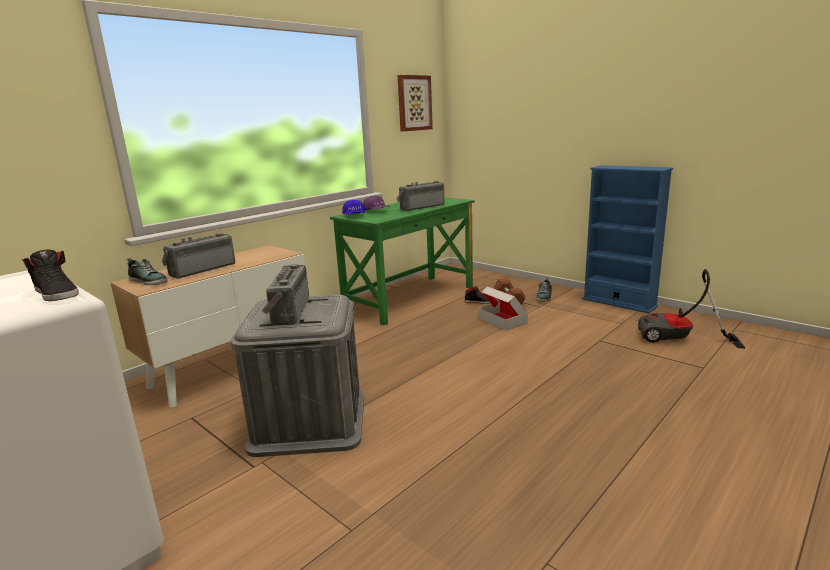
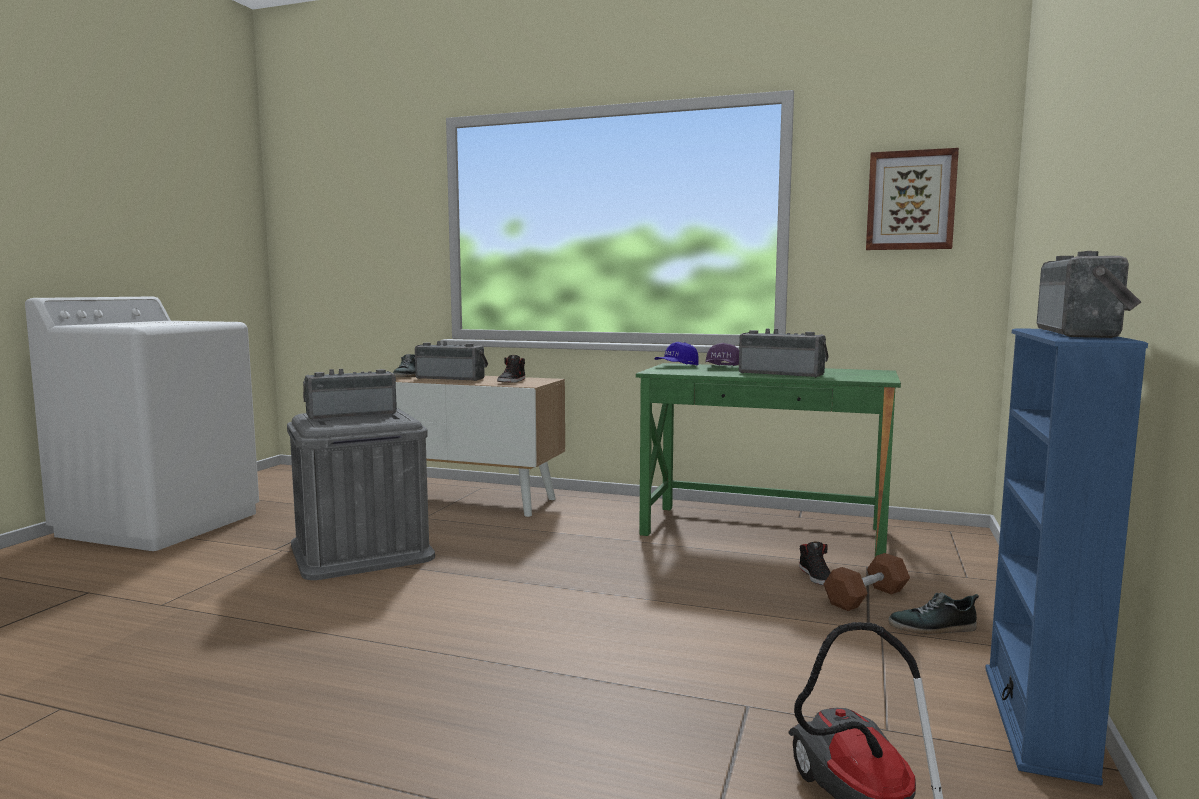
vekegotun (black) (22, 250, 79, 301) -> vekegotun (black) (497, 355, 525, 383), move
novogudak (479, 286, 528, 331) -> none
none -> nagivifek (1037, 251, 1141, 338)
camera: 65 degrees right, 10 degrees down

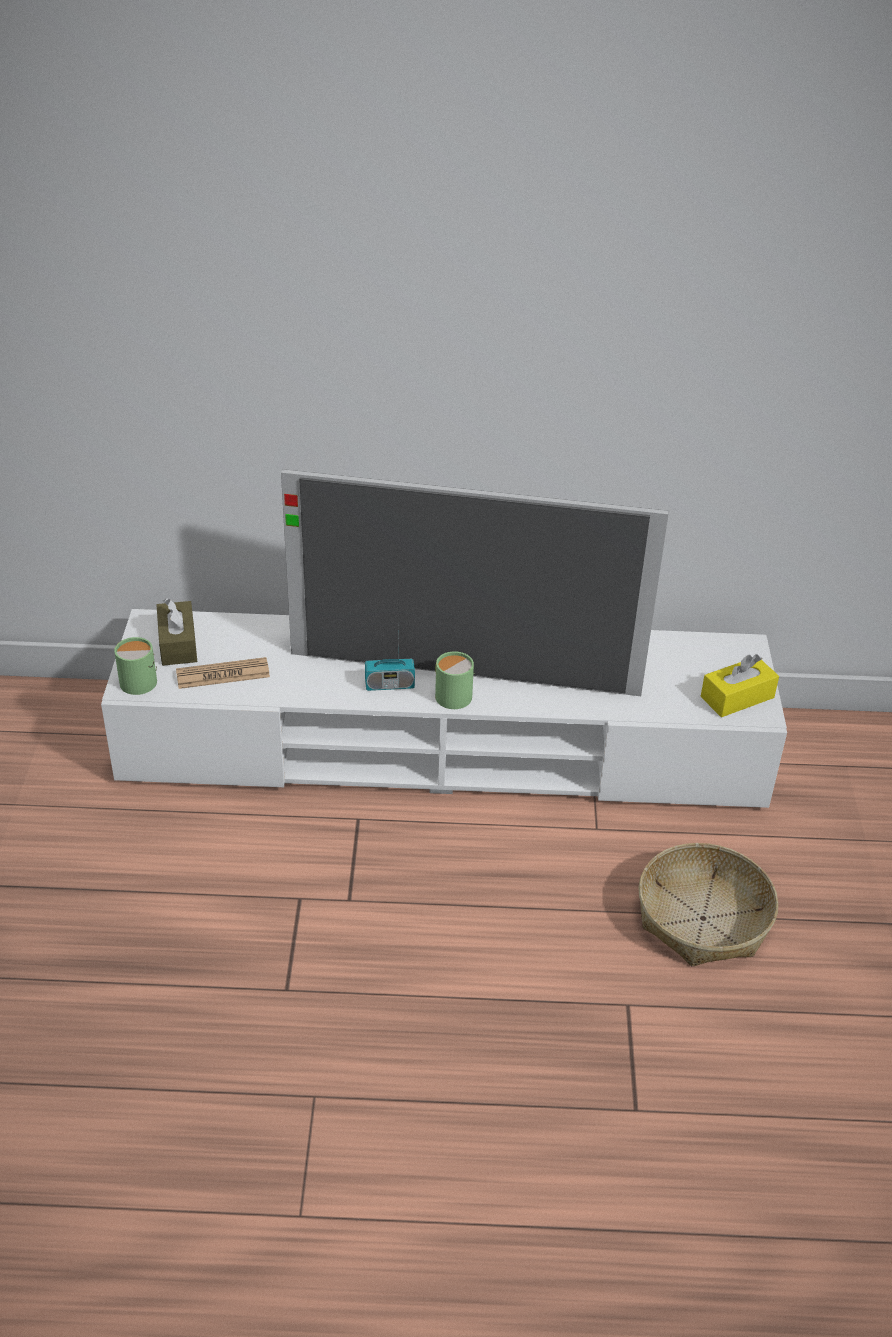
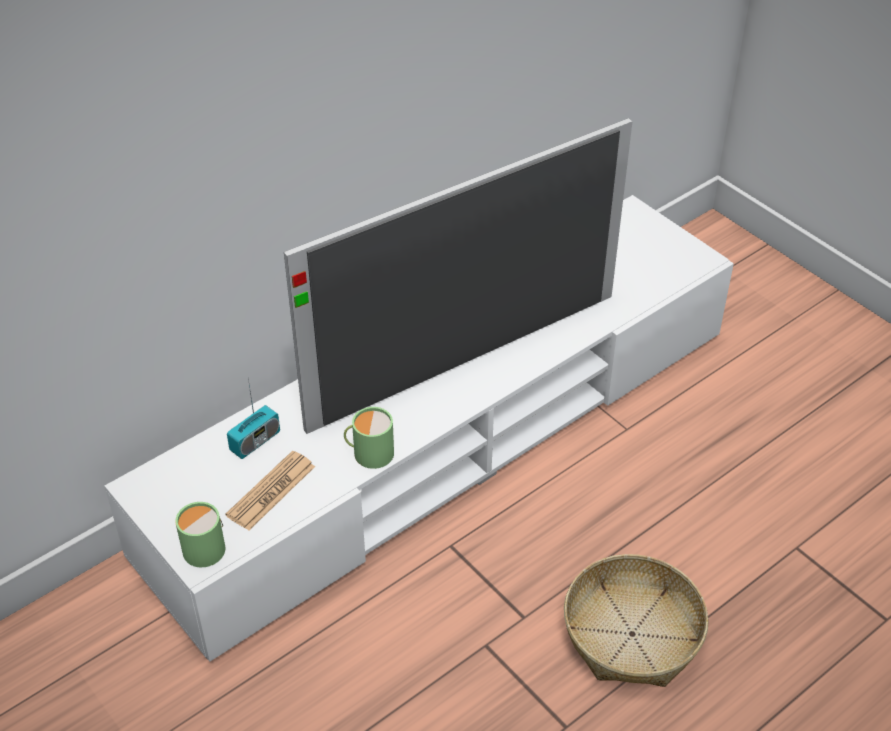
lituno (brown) (157, 598, 197, 666) -> none
nagivifek (365, 639, 415, 691) -> nagivifek (227, 379, 280, 459), move
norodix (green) (435, 651, 475, 709) -> norodix (green) (344, 407, 394, 469), move
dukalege (638, 843, 778, 966) -> dukalege (564, 554, 709, 687), move
lituno (yellow) (700, 654, 779, 717) -> none
camera: 40 degrees left, 5 degrees up

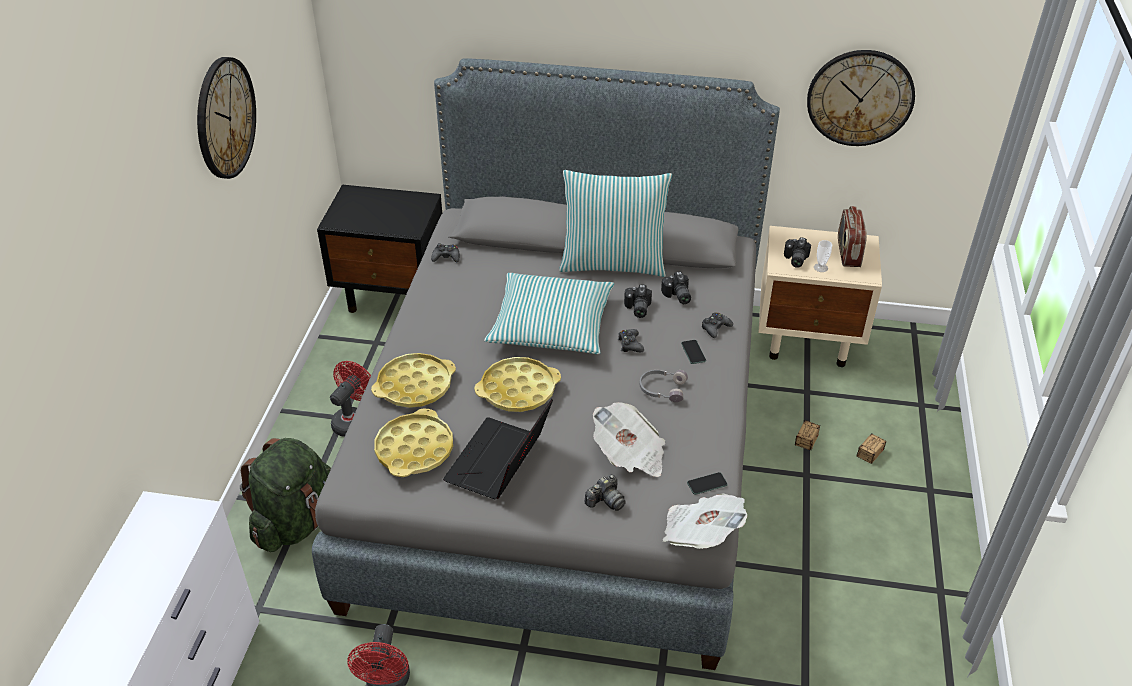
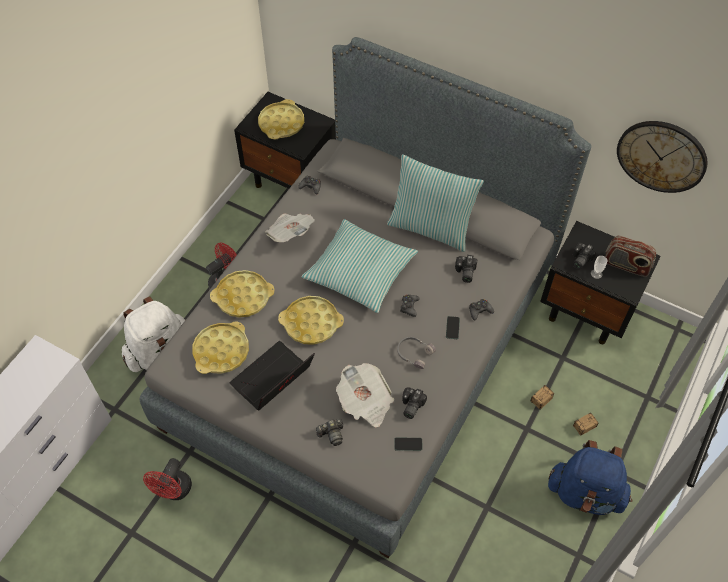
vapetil (197, 57, 256, 179) -> none
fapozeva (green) (240, 438, 331, 552) -> fapozeva (white) (122, 296, 185, 372)
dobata (624, 284, 652, 318) -> dobata (402, 387, 427, 419), move
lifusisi (663, 493, 747, 549) -> lifusisi (265, 213, 315, 242), move
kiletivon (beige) (758, 226, 882, 367) -> kiletivon (black) (540, 221, 661, 344)
nagivifek (838, 206, 867, 267) -> nagivifek (605, 236, 656, 277), 90 degrees counterclockwise
none -> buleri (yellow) (258, 99, 304, 140)
none -> fapozeva (blue) (548, 440, 633, 515)
camera: 20 degrees right, 15 degrees up

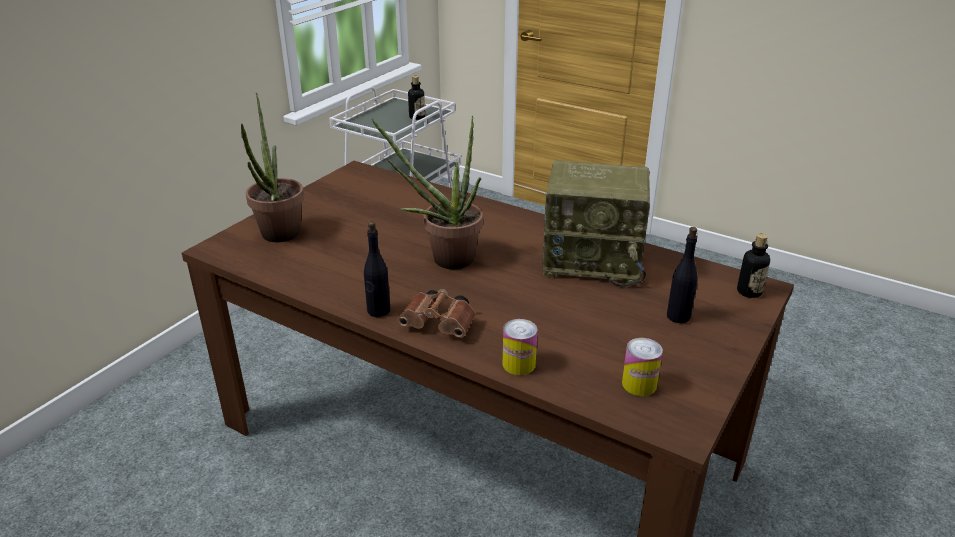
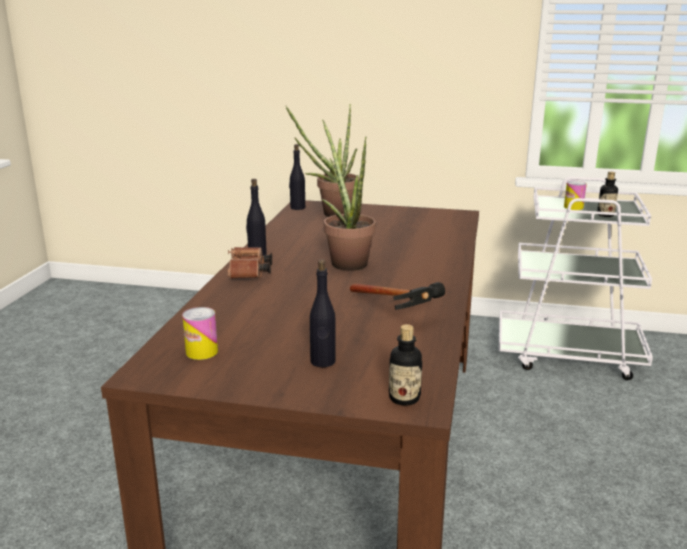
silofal (503, 319, 537, 375) -> silofal (564, 180, 587, 210), move
nagivifek (542, 160, 650, 286) -> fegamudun (350, 282, 445, 310)
none -> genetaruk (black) (289, 144, 305, 210)
camera: 70 degrees right, 10 degrees down

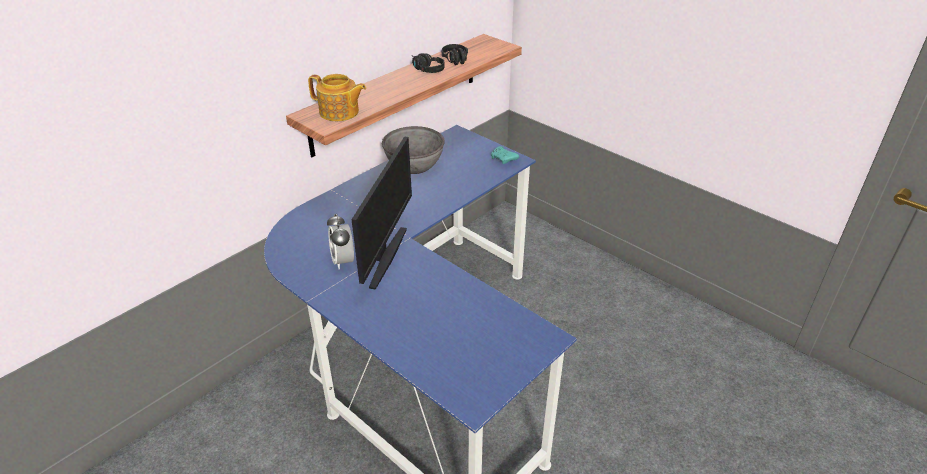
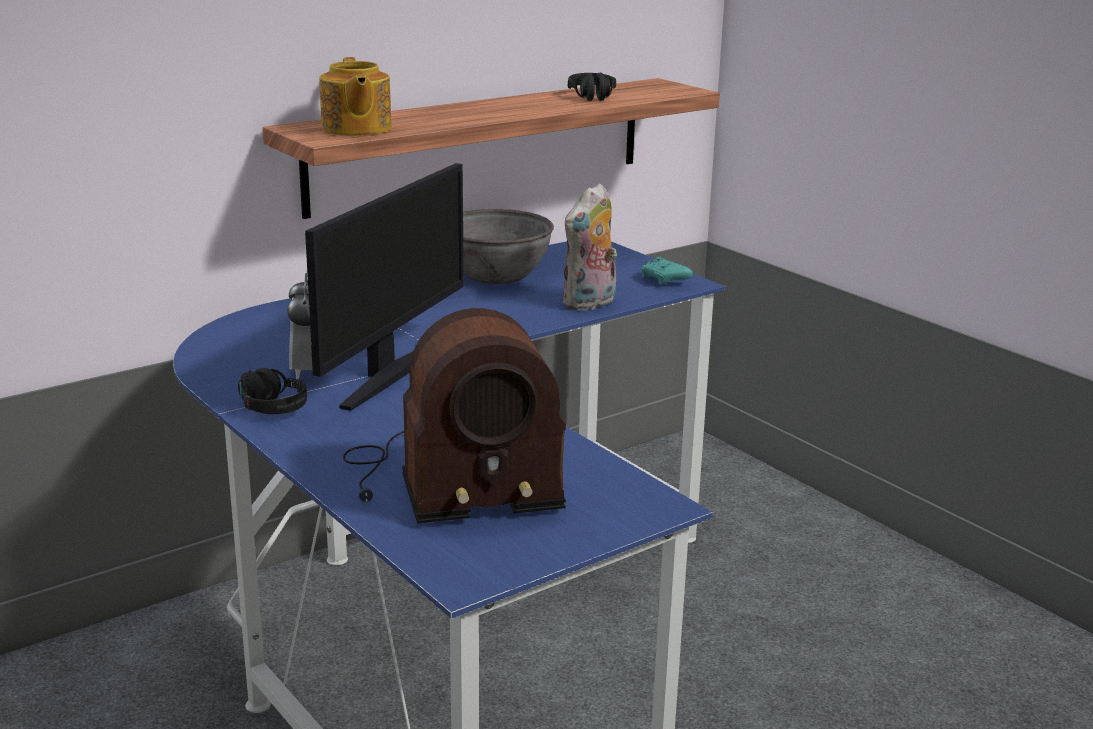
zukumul (308, 74, 366, 121) -> zukumul (319, 57, 392, 136), 45 degrees clockwise
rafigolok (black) (412, 53, 445, 73) -> rafigolok (black) (238, 368, 307, 414), move
none -> nagivifek (343, 308, 566, 523)
none -> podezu (562, 183, 617, 311)
camera: 10 degrees right, 15 degrees down

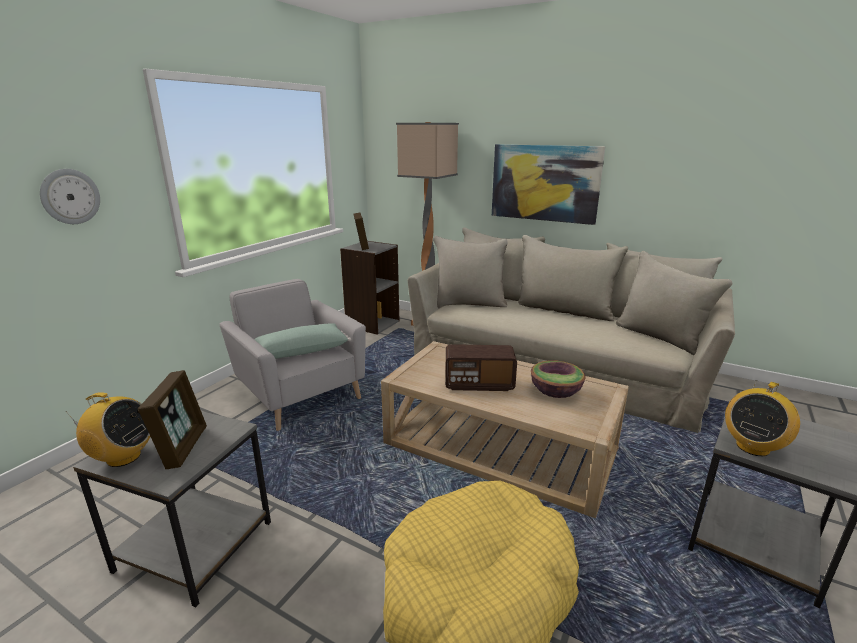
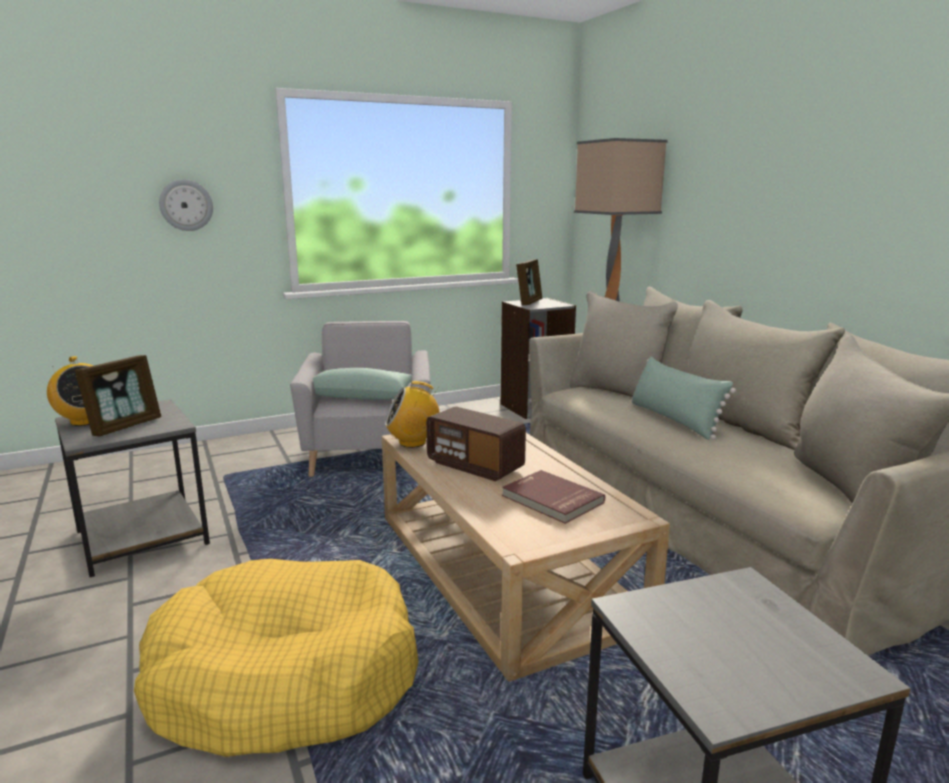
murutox (492, 144, 605, 225) -> none
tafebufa (531, 360, 586, 398) -> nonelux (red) (502, 470, 605, 524)
nagivifek (725, 380, 800, 456) -> nagivifek (385, 381, 440, 448), move
none -> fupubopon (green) (631, 356, 736, 440)
camera: 35 degrees right, 5 degrees down

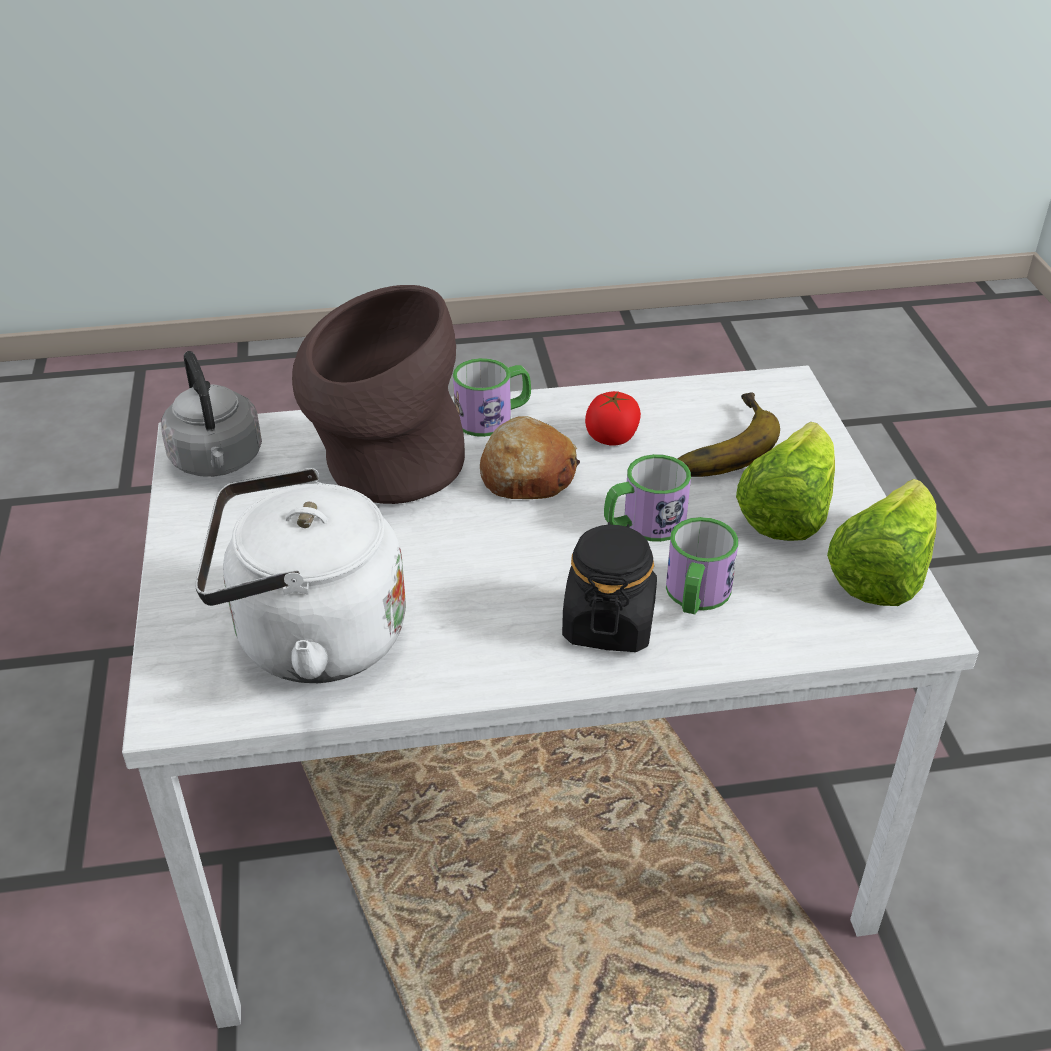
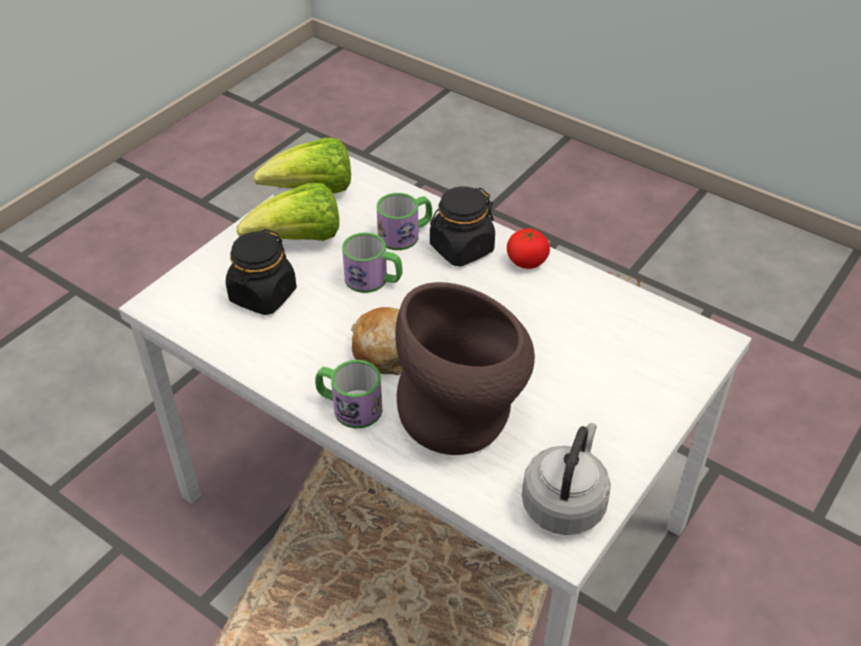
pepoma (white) (195, 468, 406, 683) -> none
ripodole (585, 391, 641, 446) -> ripodole (507, 228, 550, 269), move
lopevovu (678, 392, 780, 477) -> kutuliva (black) (226, 229, 297, 315)
camera: 135 degrees left, 5 degrees up

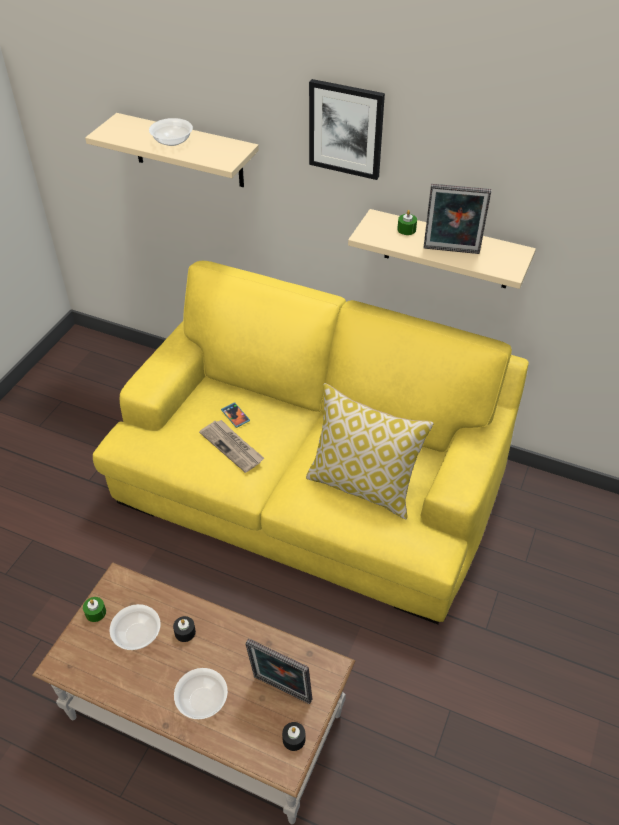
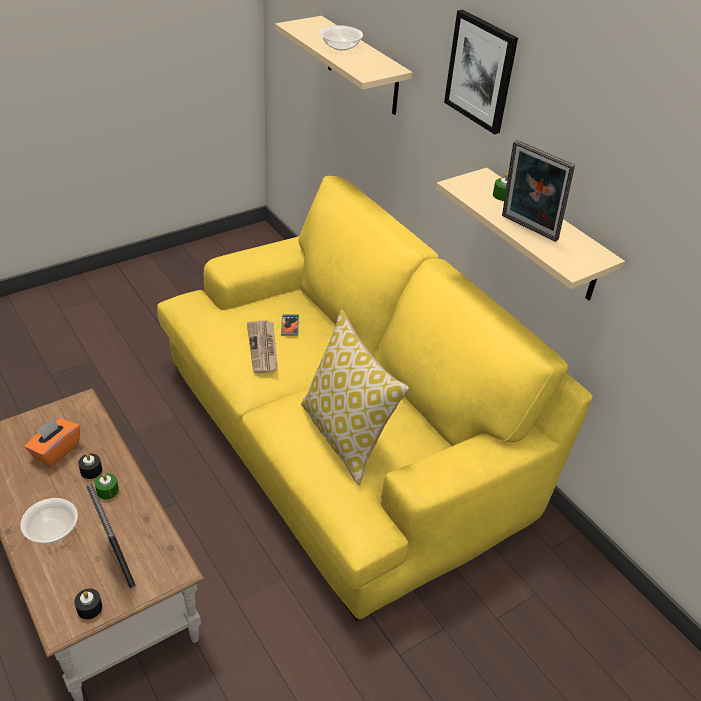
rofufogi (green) (83, 597, 106, 622) -> rofufogi (green) (95, 473, 119, 499), move
tafebufa (110, 604, 161, 650) -> lituno (orange) (25, 418, 80, 467)
camera: 30 degrees right, 5 degrees down

